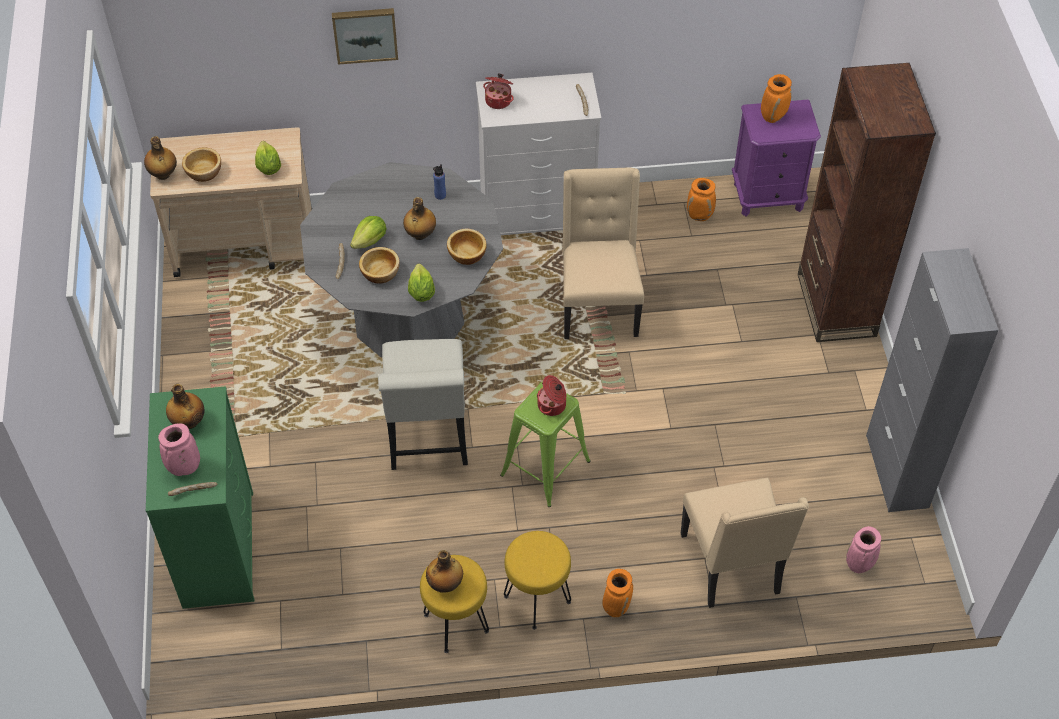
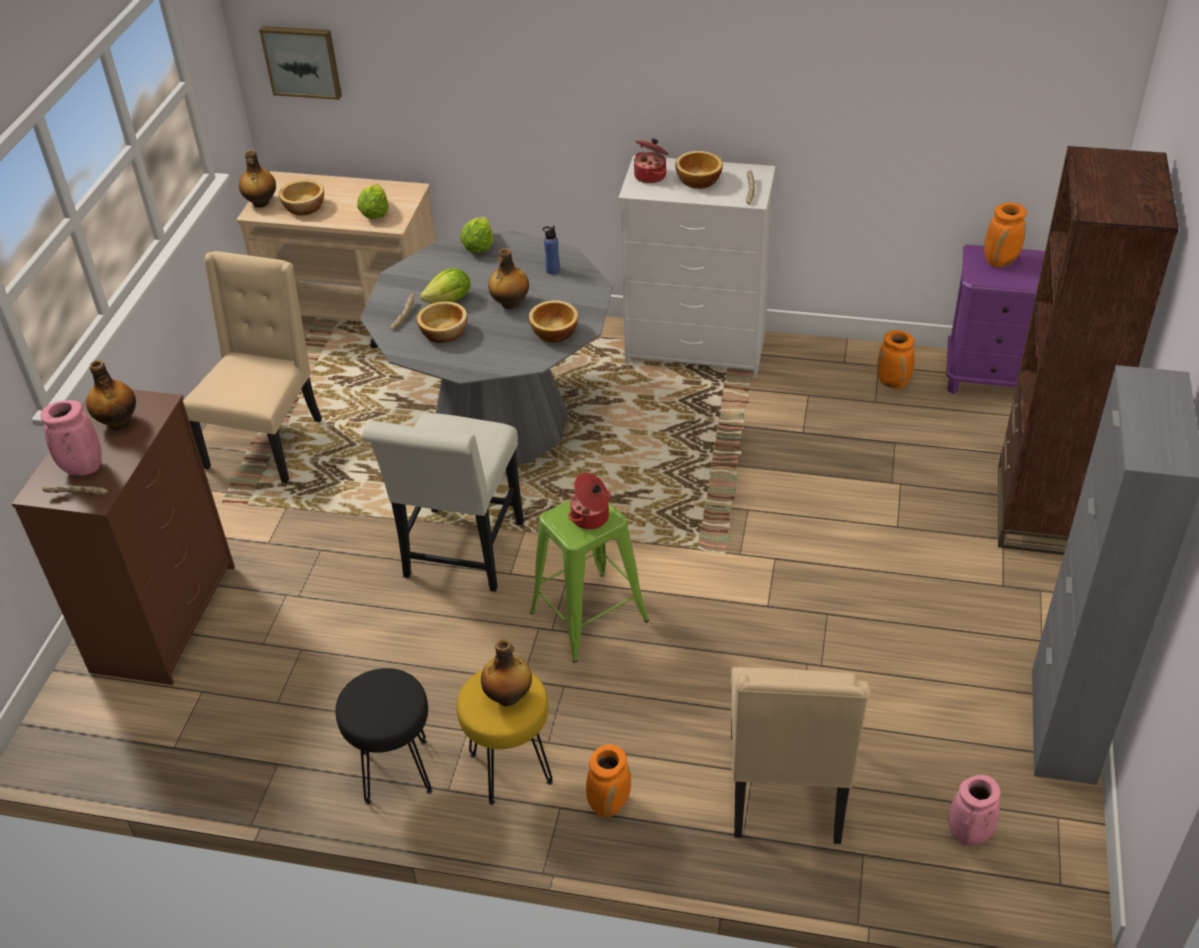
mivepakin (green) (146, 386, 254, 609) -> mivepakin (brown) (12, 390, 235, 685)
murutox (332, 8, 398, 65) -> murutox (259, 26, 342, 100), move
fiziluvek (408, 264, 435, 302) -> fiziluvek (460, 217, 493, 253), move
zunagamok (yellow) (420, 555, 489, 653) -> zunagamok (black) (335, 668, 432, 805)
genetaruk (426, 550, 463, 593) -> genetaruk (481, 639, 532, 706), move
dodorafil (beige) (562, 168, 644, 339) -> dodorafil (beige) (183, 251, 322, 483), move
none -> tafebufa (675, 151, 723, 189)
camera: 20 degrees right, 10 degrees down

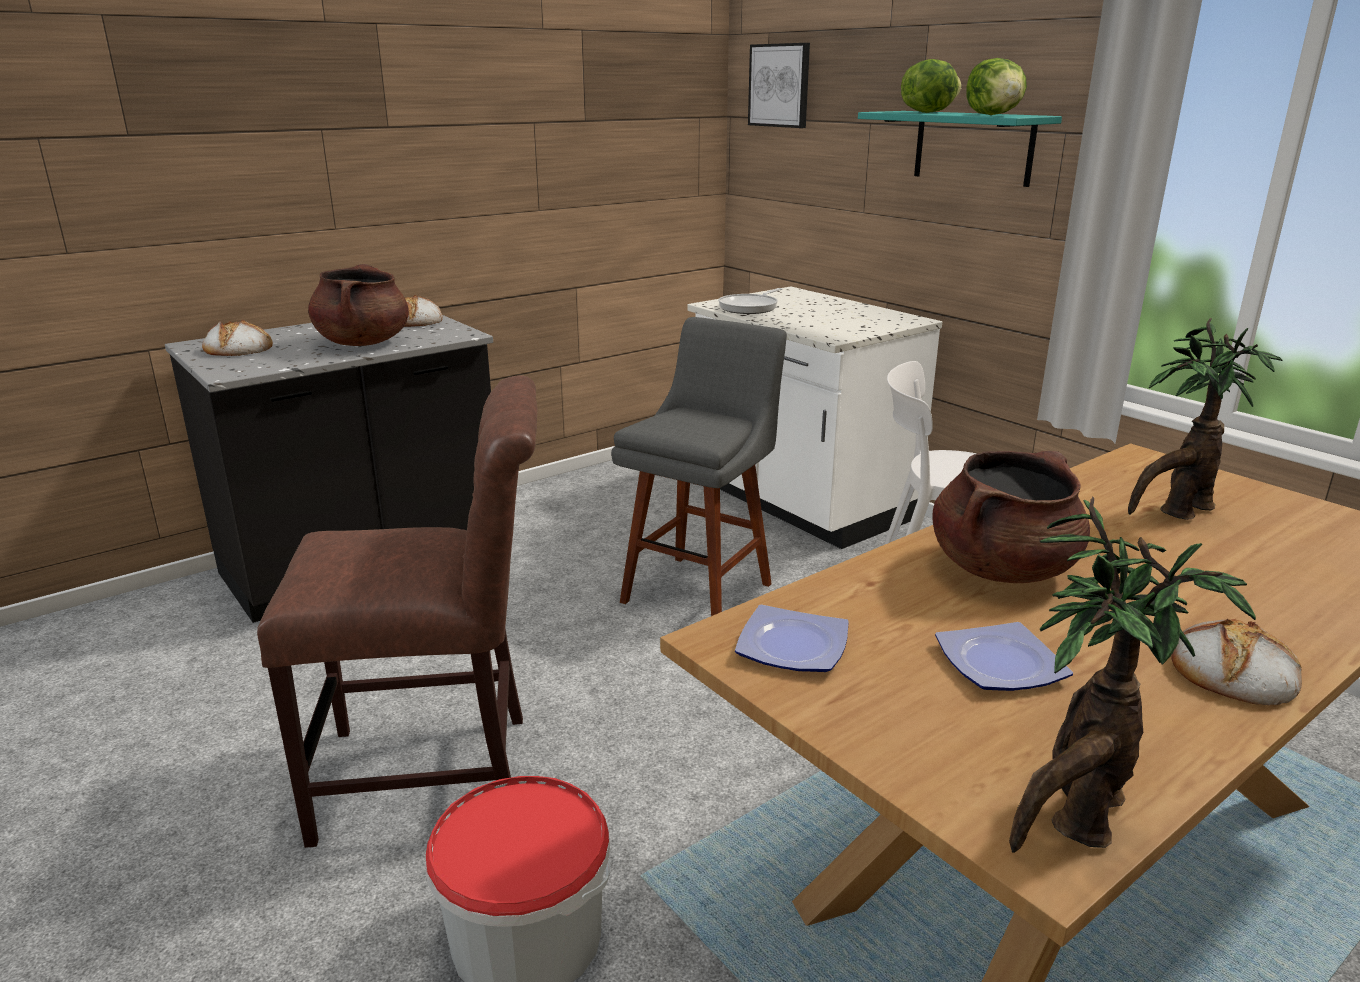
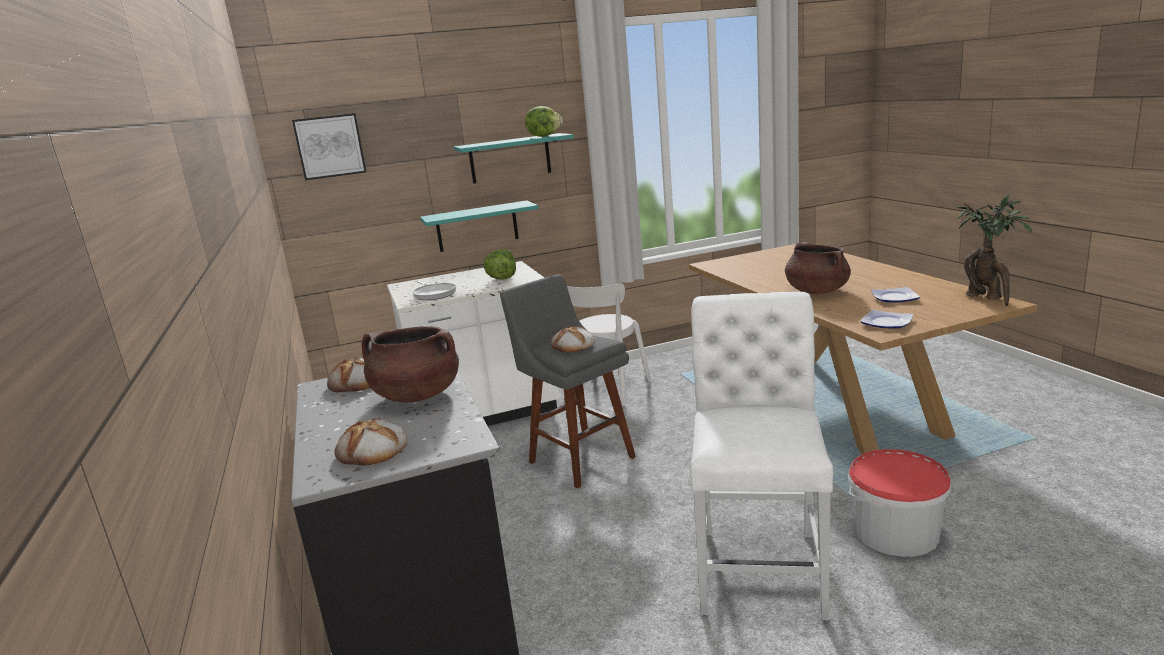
dodorafil (brown) (257, 376, 537, 848) -> dodorafil (white) (690, 292, 833, 620)
fiziluvek (901, 59, 962, 113) -> fiziluvek (484, 249, 516, 280), move
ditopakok (1128, 318, 1282, 520) -> none
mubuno (1171, 619, 1302, 705) -> mubuno (551, 326, 595, 352), move
none -> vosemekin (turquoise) (420, 200, 539, 252)
camera: 70 degrees left, 5 degrees down

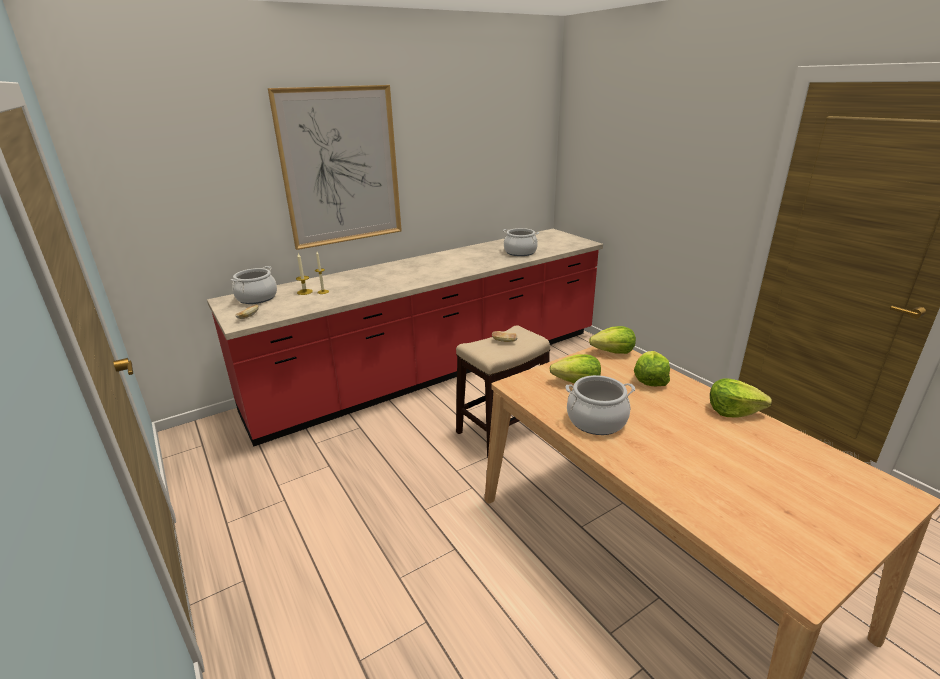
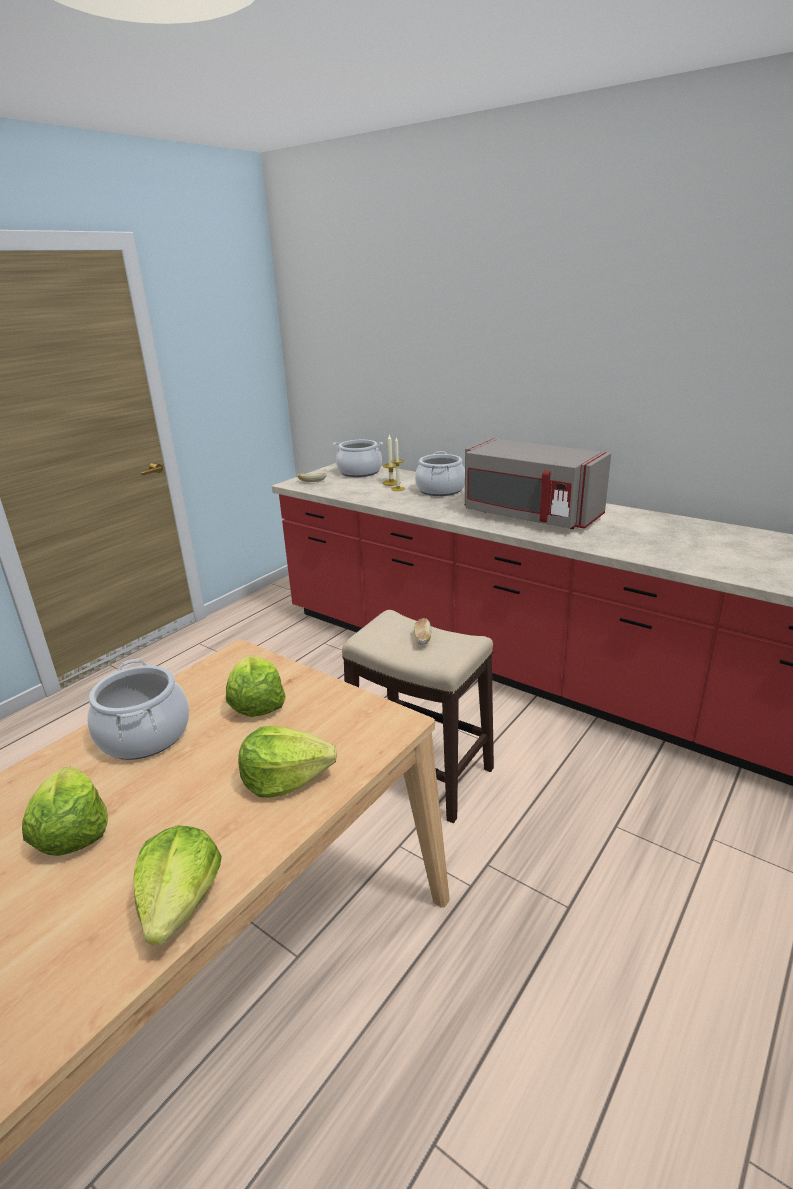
murutox (268, 85, 402, 250) -> none
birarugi (503, 228, 539, 256) -> birarugi (415, 451, 465, 496), move
fiziluvek (589, 326, 636, 354) -> fiziluvek (22, 766, 108, 856), move
none -> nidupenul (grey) (465, 438, 611, 529)
camera: 70 degrees right, 0 degrees up

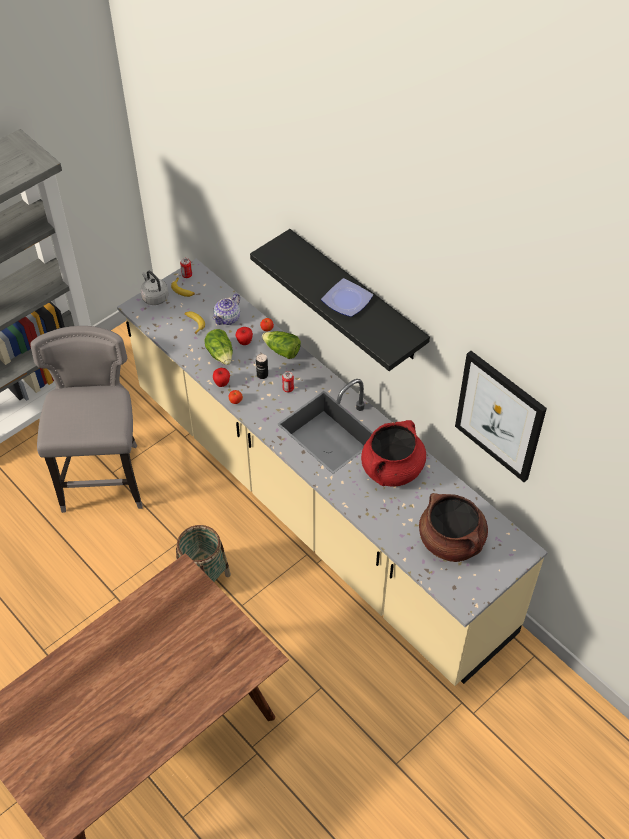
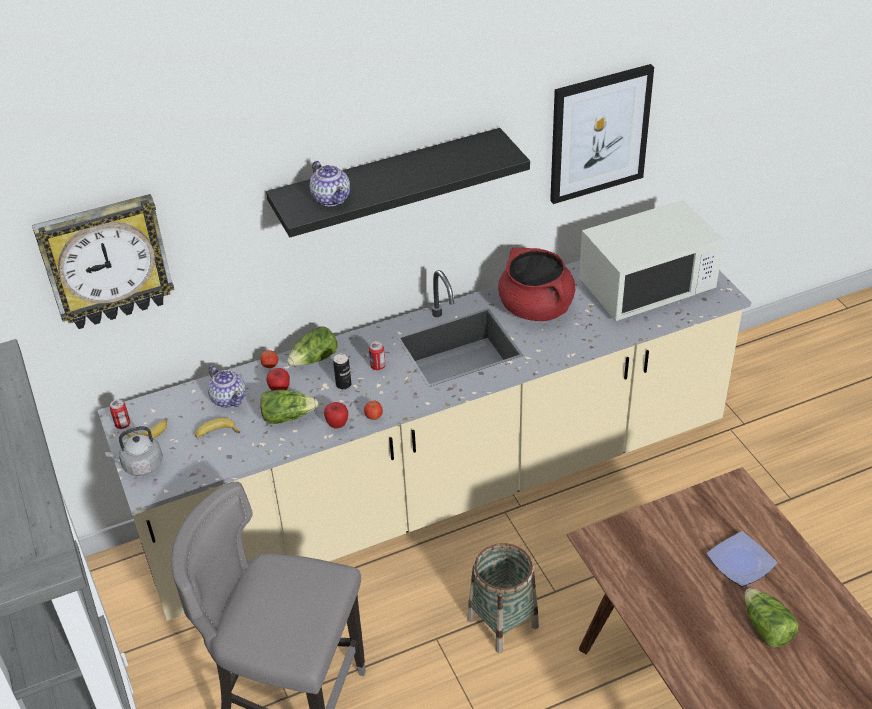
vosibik (321, 278, 373, 317) -> vosibik (707, 531, 777, 587), move
birarugi (brown) (419, 493, 488, 562) -> nidupenul (white) (579, 200, 724, 321)
none -> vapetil (32, 194, 174, 329)
none -> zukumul (310, 161, 350, 206)
none -> fiziluvek (745, 588, 798, 648)
camera: 70 degrees left, 10 degrees down

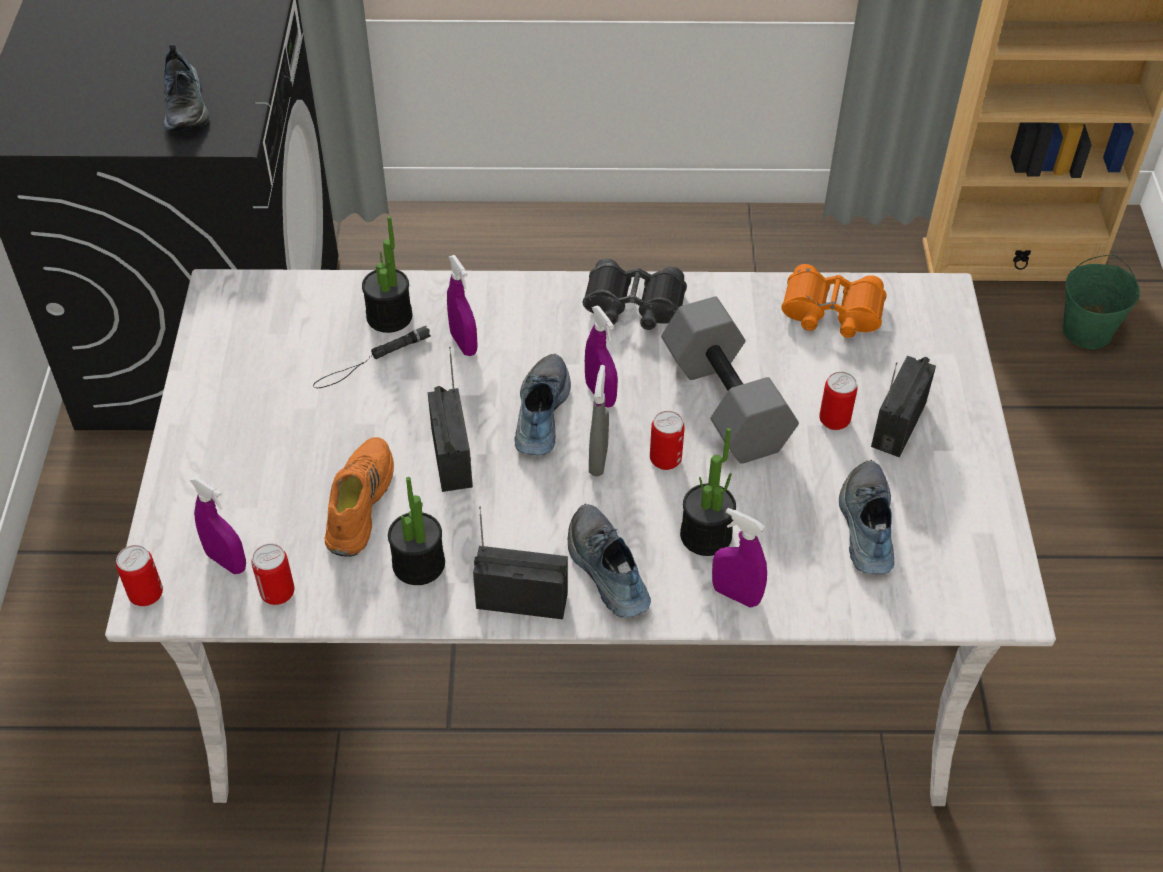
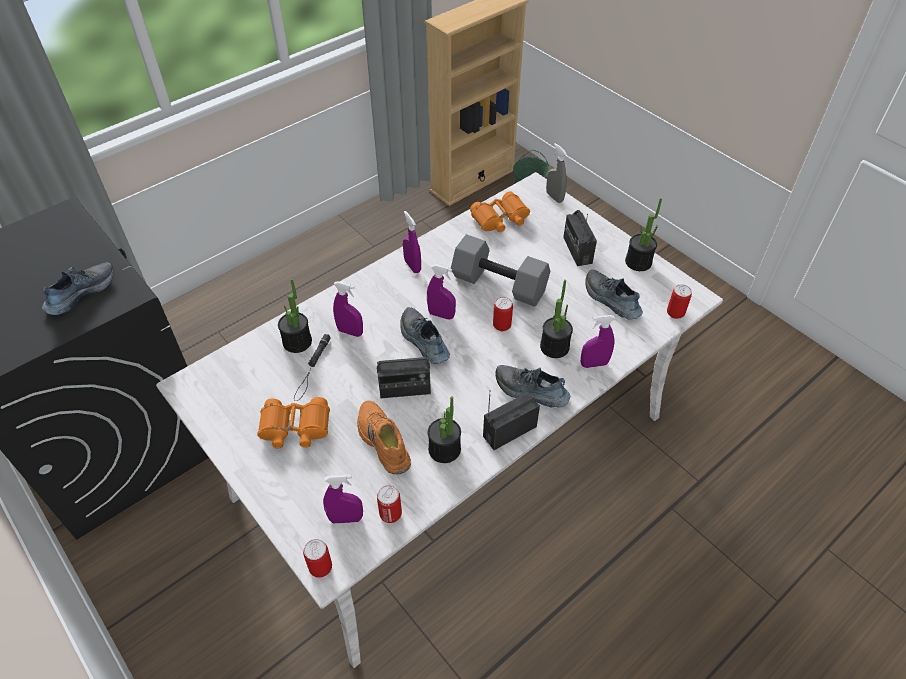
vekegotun (164, 44, 209, 131) -> vekegotun (42, 262, 114, 315), 90 degrees counterclockwise
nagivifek (428, 347, 473, 492) -> nagivifek (377, 343, 431, 398), 135 degrees clockwise
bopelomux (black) (582, 259, 687, 330) -> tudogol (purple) (403, 211, 421, 273)
tudogol (grey) (589, 365, 609, 477) -> tudogol (grey) (546, 143, 567, 203), move
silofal (819, 372, 858, 430) -> silofal (667, 284, 692, 319), move
none -> bopelomux (orange) (257, 397, 330, 449)
none -> ditopakok (625, 198, 662, 271)
camera: 40 degrees left, 0 degrees up

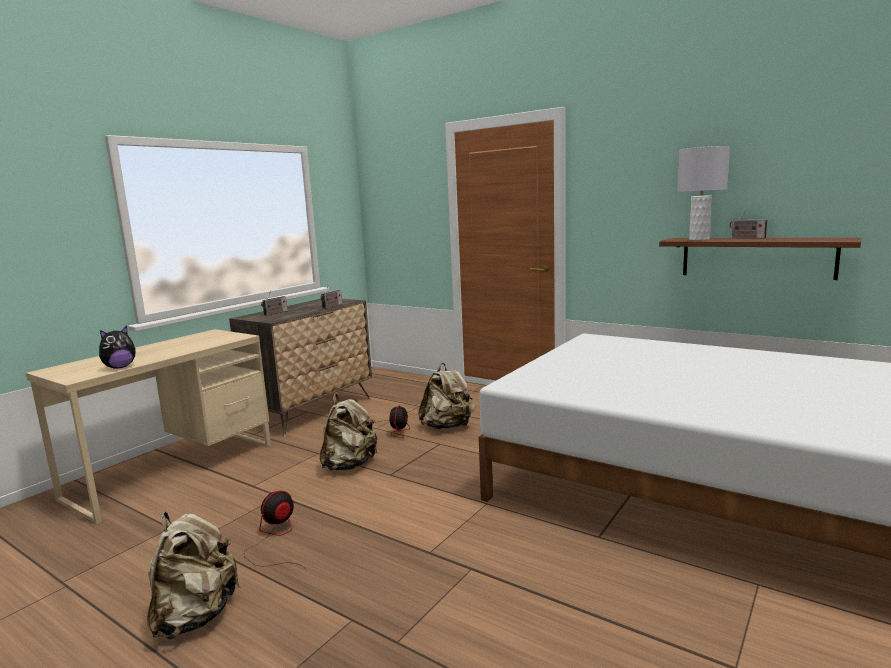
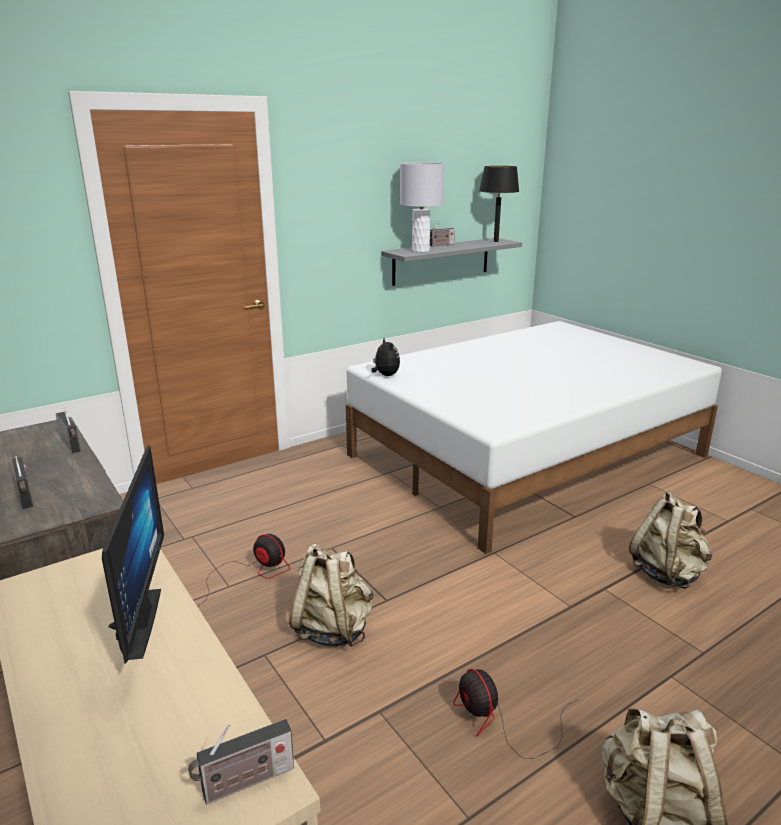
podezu (99, 326, 136, 369) -> podezu (371, 338, 400, 376), move
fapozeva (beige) (418, 363, 475, 429) -> fapozeva (beige) (629, 491, 713, 589), move
vosemekin (brown) (659, 238, 861, 280) -> vosemekin (grey) (381, 238, 522, 286)
none -> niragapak (102, 445, 164, 664)
none -> nagivifek (188, 719, 294, 805)
none -> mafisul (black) (479, 166, 519, 242)
camera: 70 degrees left, 10 degrees up

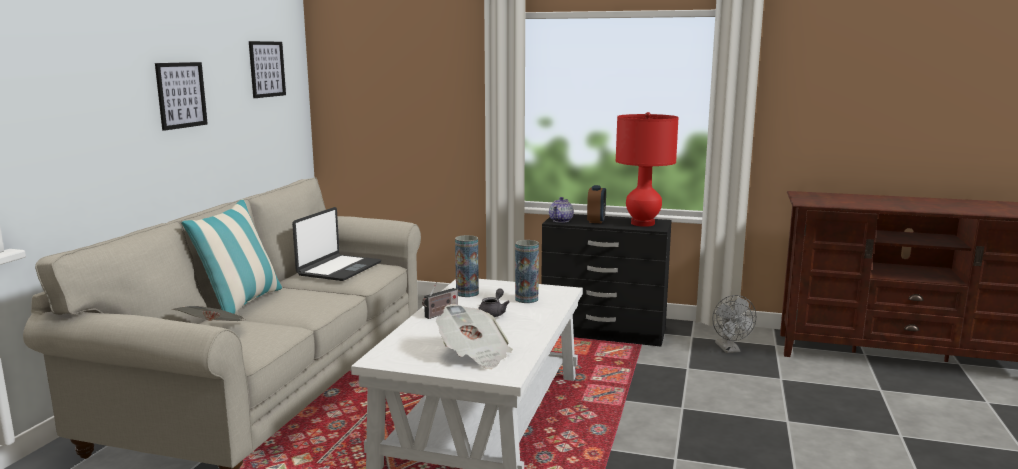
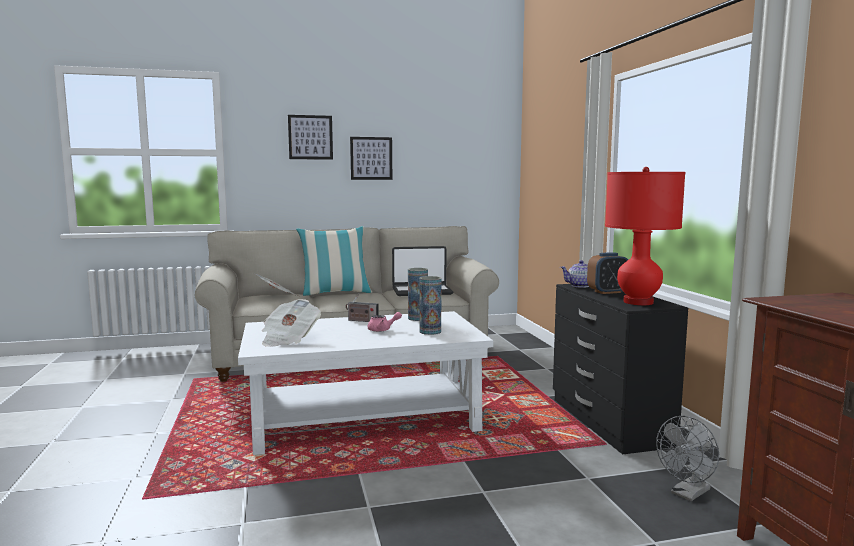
murutox (249, 41, 286, 98) -> murutox (288, 115, 333, 160), move
zukumul (grey) (478, 288, 510, 317) -> zukumul (pink) (368, 312, 402, 332)
camera: 60 degrees right, 5 degrees down

